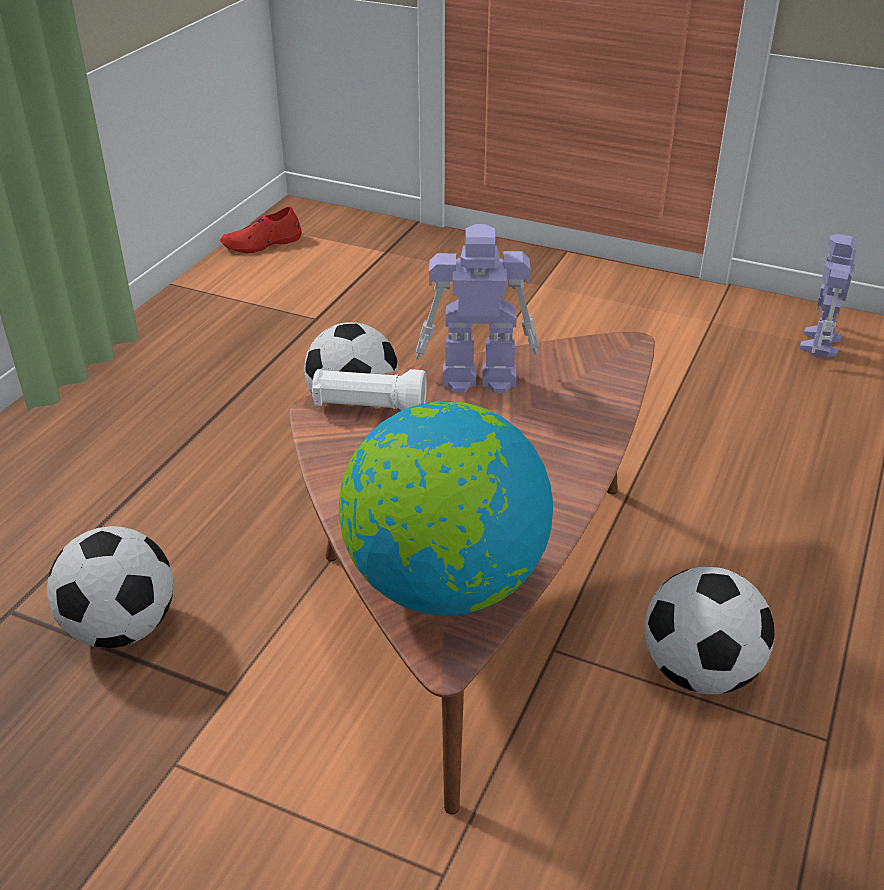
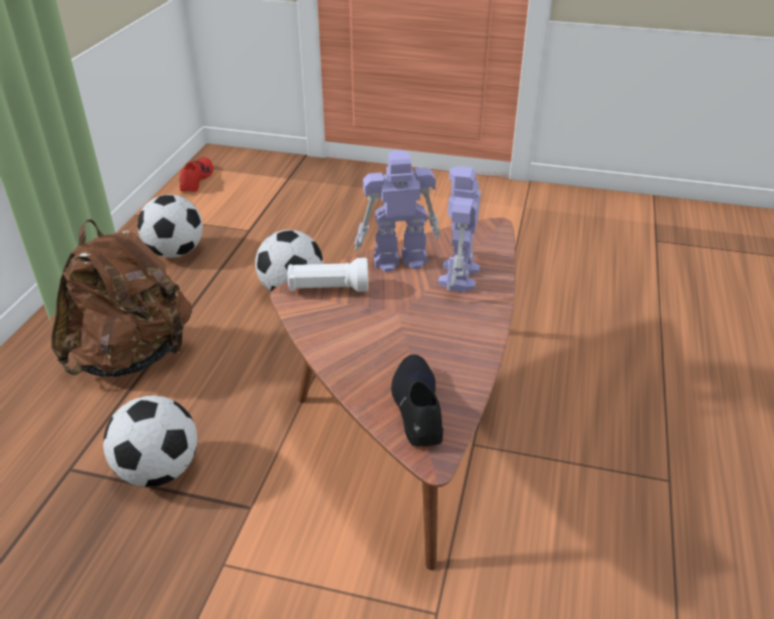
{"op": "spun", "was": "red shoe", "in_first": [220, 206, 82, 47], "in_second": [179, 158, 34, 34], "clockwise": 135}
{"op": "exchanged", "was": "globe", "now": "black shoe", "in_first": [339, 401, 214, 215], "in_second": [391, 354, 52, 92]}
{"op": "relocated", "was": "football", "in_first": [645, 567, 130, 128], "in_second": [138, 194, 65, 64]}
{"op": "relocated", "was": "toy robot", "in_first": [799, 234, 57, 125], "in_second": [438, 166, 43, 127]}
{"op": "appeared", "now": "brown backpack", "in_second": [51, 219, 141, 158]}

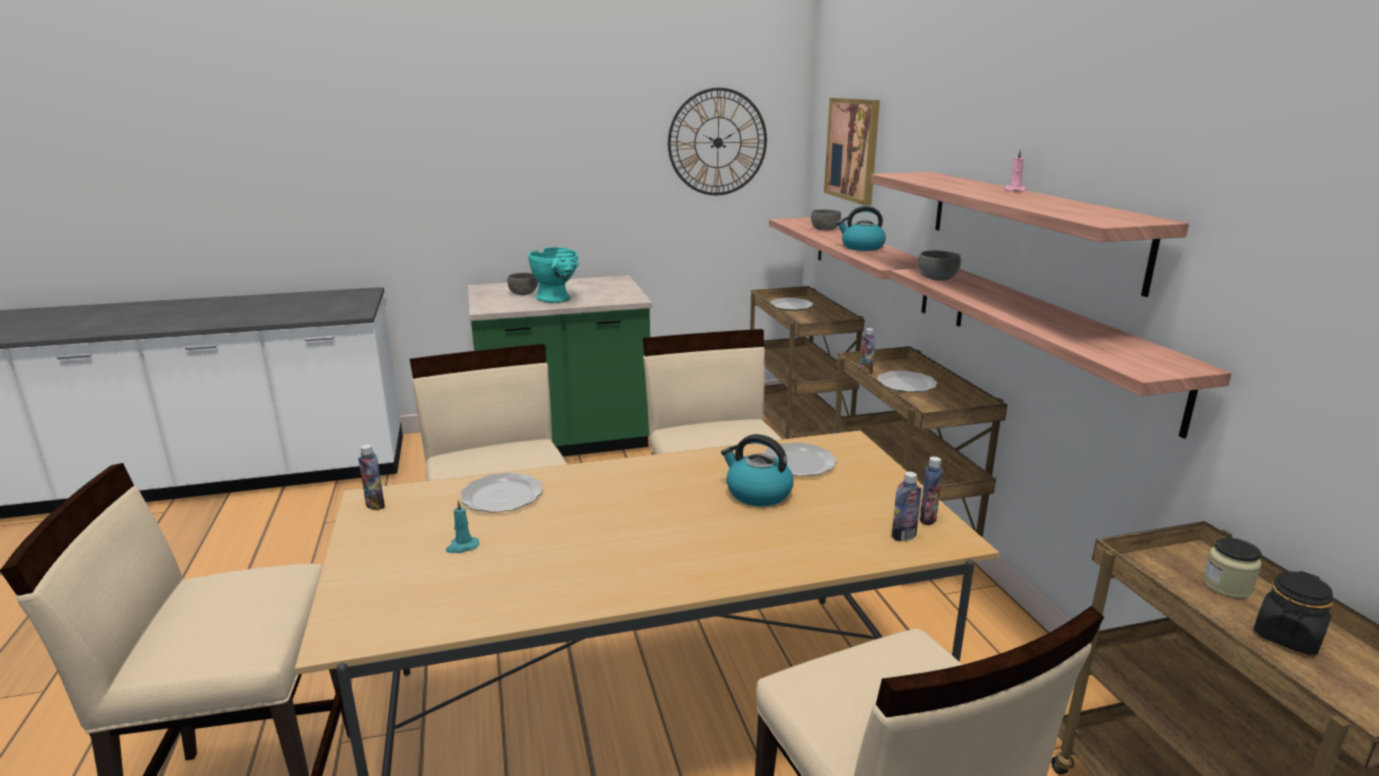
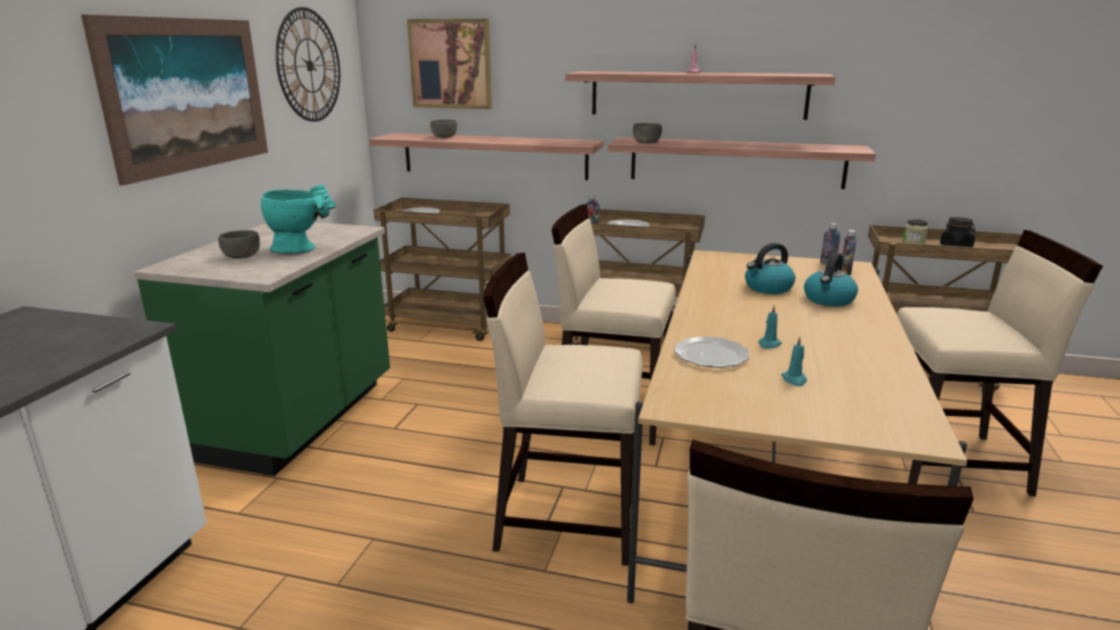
{"op": "missing", "was": "bottle", "in_first": [358, 444, 27, 66]}
{"op": "missing", "was": "plate", "in_first": [764, 442, 73, 34]}
{"op": "relocated", "was": "kettle", "in_first": [836, 206, 50, 45], "in_second": [804, 252, 54, 55]}
{"op": "appeared", "now": "picture", "in_second": [81, 15, 187, 171]}
{"op": "appeared", "now": "turquoise candle", "in_second": [758, 306, 24, 43]}

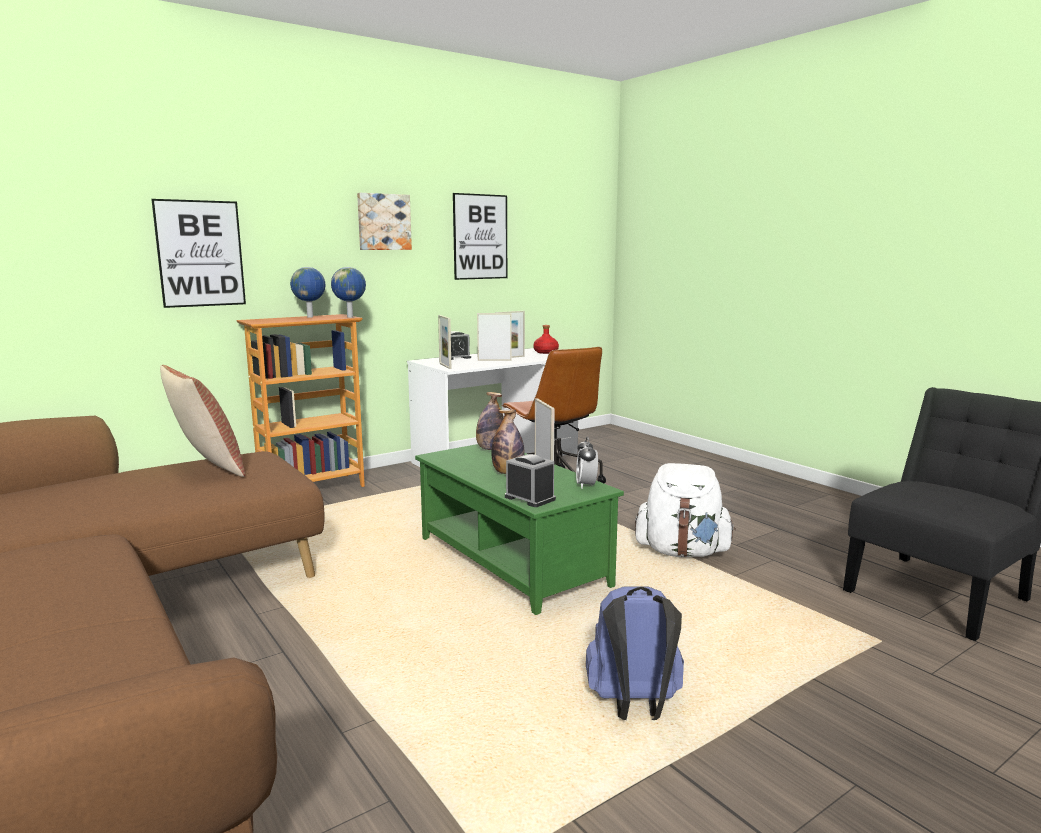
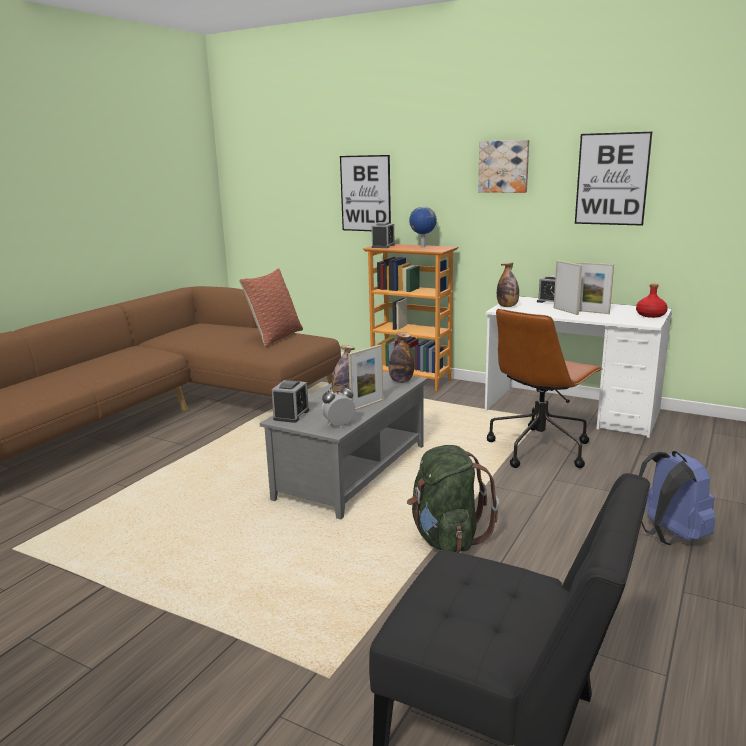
{"op": "missing", "was": "globe", "in_first": [331, 267, 35, 51]}
{"op": "colour", "was": "green coffee table", "now": "grey coffee table", "in_first": [415, 444, 209, 171], "in_second": [260, 372, 167, 147]}
{"op": "exchanged", "was": "picture frame", "now": "bottle", "in_first": [438, 315, 13, 54], "in_second": [497, 263, 22, 44]}
{"op": "relocated", "was": "blue backpack", "in_first": [586, 586, 98, 134], "in_second": [639, 451, 76, 94]}
{"op": "colour", "was": "white backpack", "now": "green backpack", "in_first": [635, 463, 101, 94], "in_second": [407, 445, 92, 107]}
{"op": "appeared", "now": "alarm clock", "in_second": [371, 222, 24, 26]}

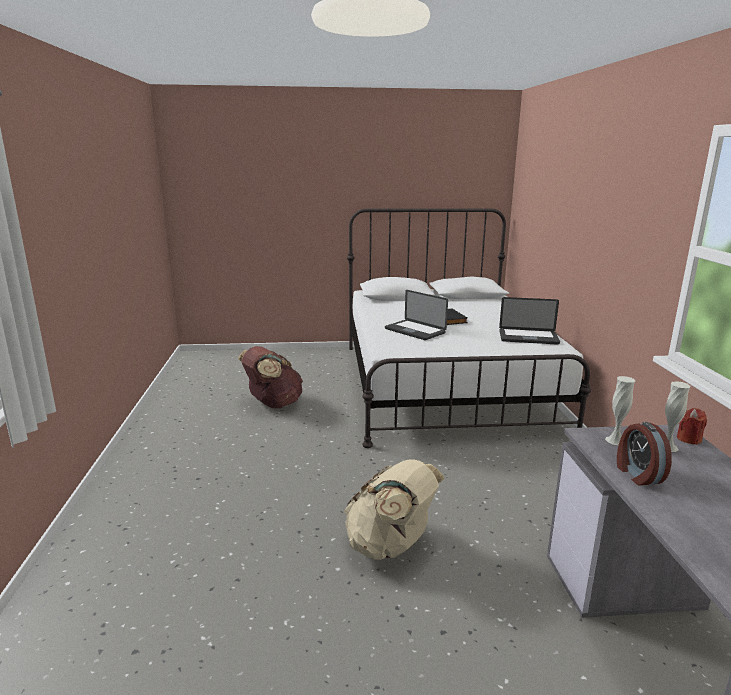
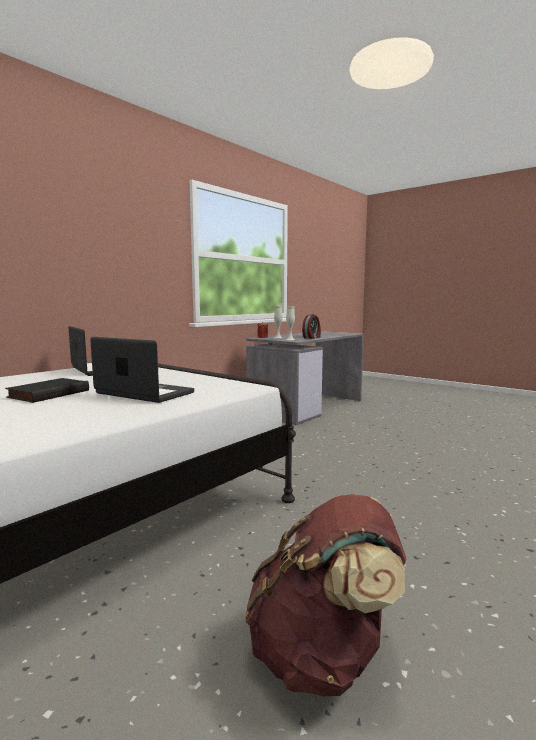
{"op": "missing", "was": "beige backpack", "in_first": [344, 459, 100, 101]}
{"op": "spun", "was": "laptop", "in_first": [385, 290, 63, 50], "in_second": [90, 337, 104, 66], "clockwise": -60}

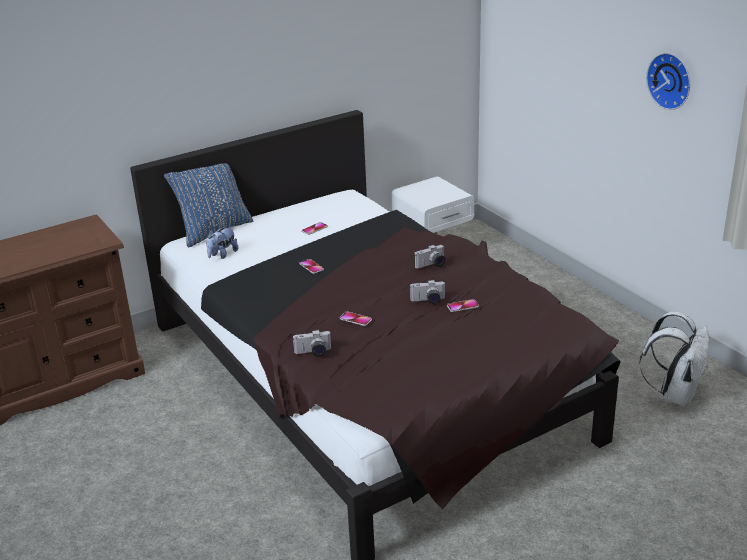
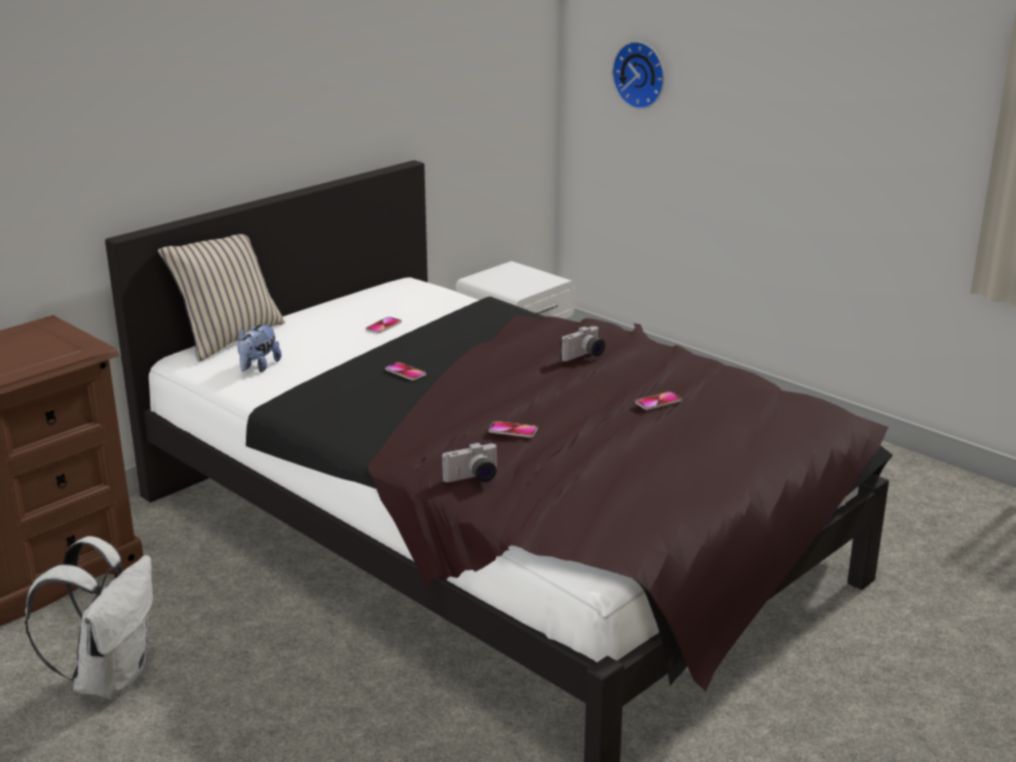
{"op": "colour", "was": "blue pillow", "now": "beige pillow", "in_first": [164, 163, 90, 84], "in_second": [158, 234, 127, 128]}
{"op": "missing", "was": "photo camera", "in_first": [410, 280, 35, 24]}
{"op": "relocated", "was": "white backpack", "in_first": [639, 311, 70, 96], "in_second": [25, 536, 128, 163]}
{"op": "relocated", "was": "wall clock", "in_first": [646, 53, 44, 57], "in_second": [612, 41, 53, 68]}

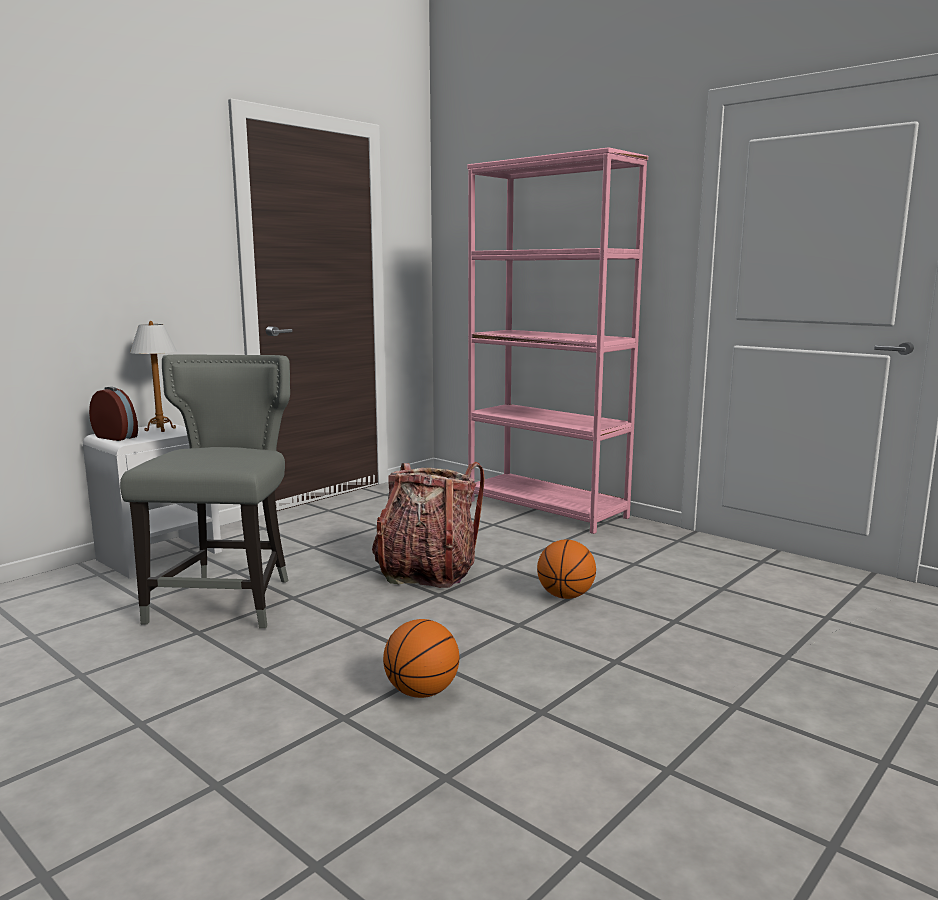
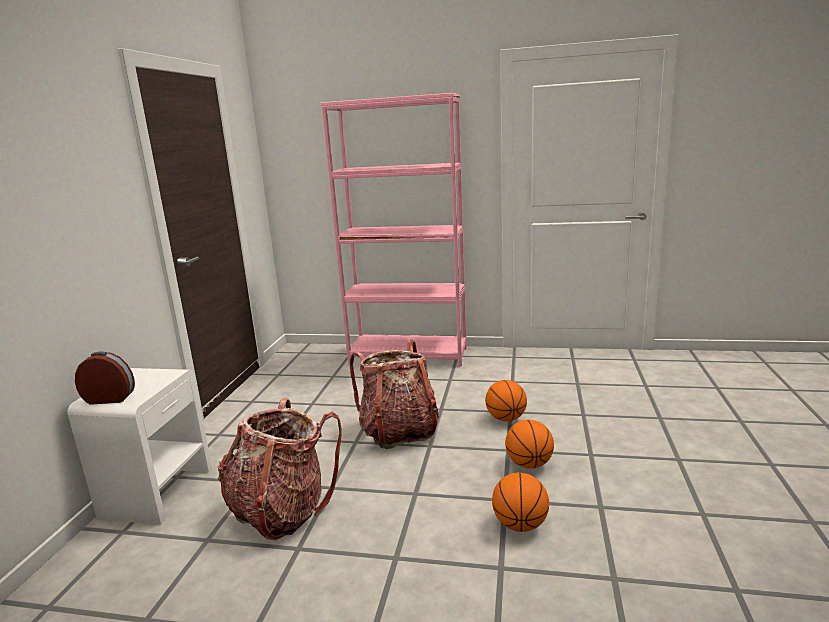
{"op": "exchanged", "was": "grey chair", "now": "backpack", "in_first": [120, 354, 170, 274], "in_second": [218, 398, 124, 143]}
{"op": "missing", "was": "table lamp", "in_first": [130, 321, 47, 111]}
{"op": "appeared", "now": "basketball", "in_second": [505, 420, 49, 49]}

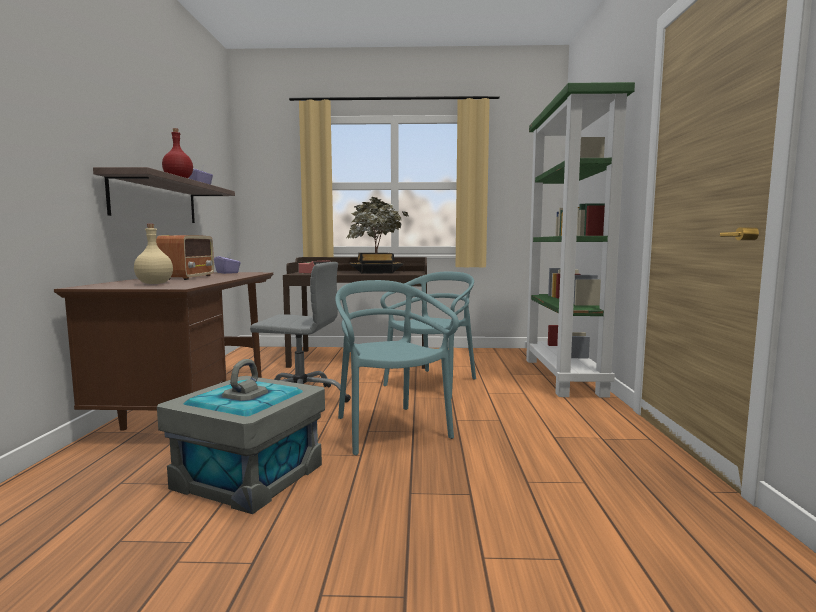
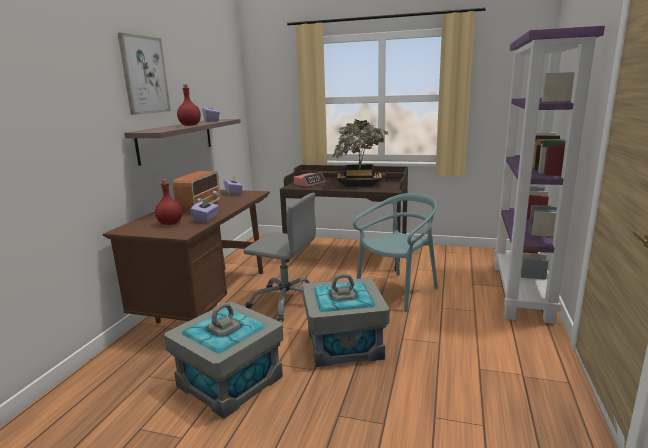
{"op": "colour", "was": "beige bottle", "now": "red bottle", "in_first": [134, 224, 39, 60], "in_second": [155, 180, 28, 45]}
{"op": "exchanged", "was": "turquoise chair", "now": "grey storage box", "in_first": [335, 280, 124, 175], "in_second": [302, 274, 88, 93]}
{"op": "colour", "was": "green bookcase", "now": "purple bookcase", "in_first": [525, 82, 110, 316], "in_second": [494, 25, 111, 299]}
{"op": "appeared", "now": "picture", "in_second": [118, 33, 53, 82]}
{"op": "appeared", "now": "purple tissue box", "in_second": [190, 197, 29, 25]}

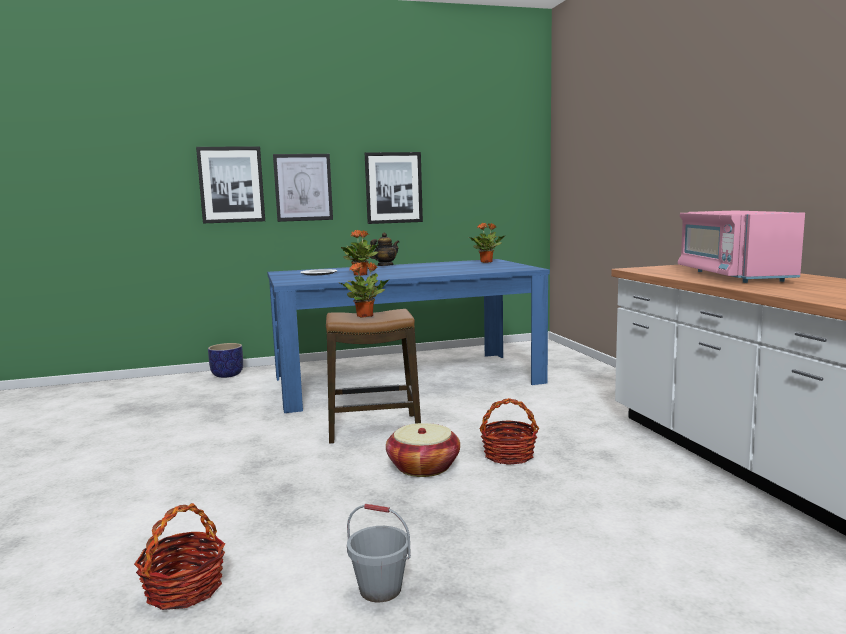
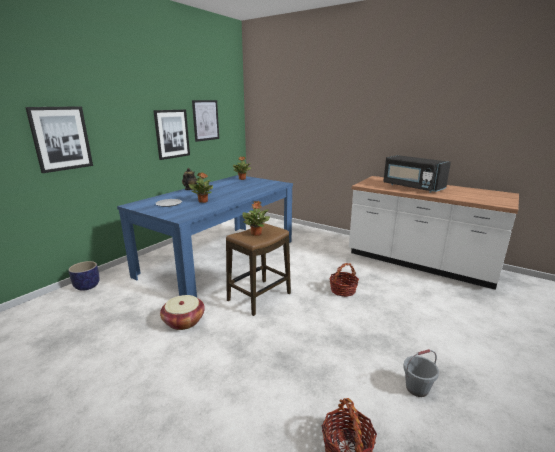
{"op": "relocated", "was": "picture", "in_first": [273, 154, 60, 68], "in_second": [192, 100, 27, 42]}
{"op": "relocated", "was": "basket", "in_first": [386, 423, 74, 54], "in_second": [160, 295, 45, 35]}
{"op": "colour", "was": "pink microwave", "now": "black microwave", "in_first": [678, 211, 127, 72], "in_second": [383, 155, 68, 38]}

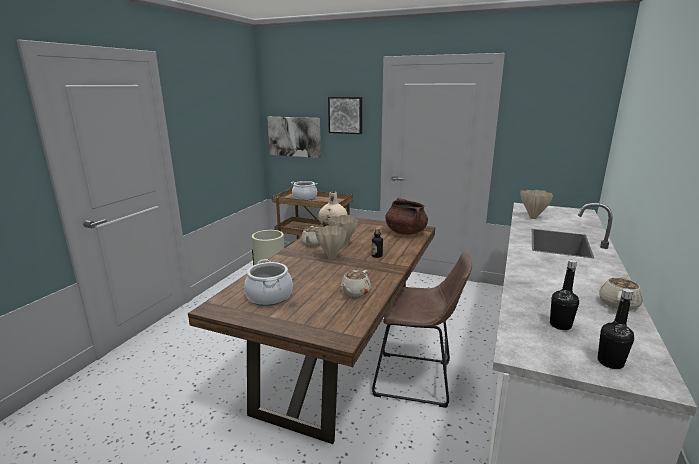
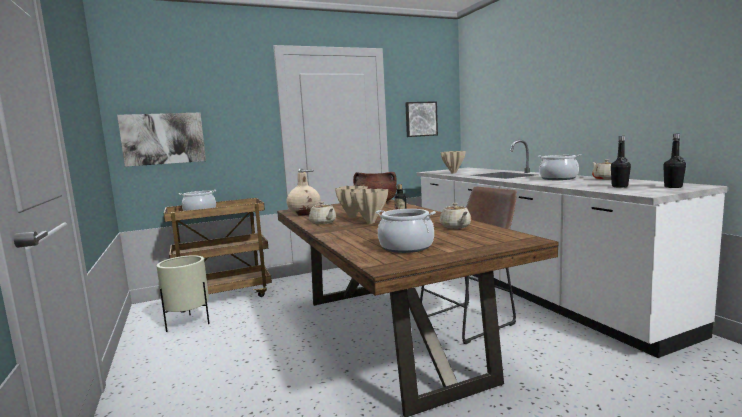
{"op": "relocated", "was": "picture", "in_first": [328, 97, 34, 37], "in_second": [405, 101, 33, 36]}
{"op": "appeared", "now": "cooking pot", "in_second": [538, 154, 43, 26]}

